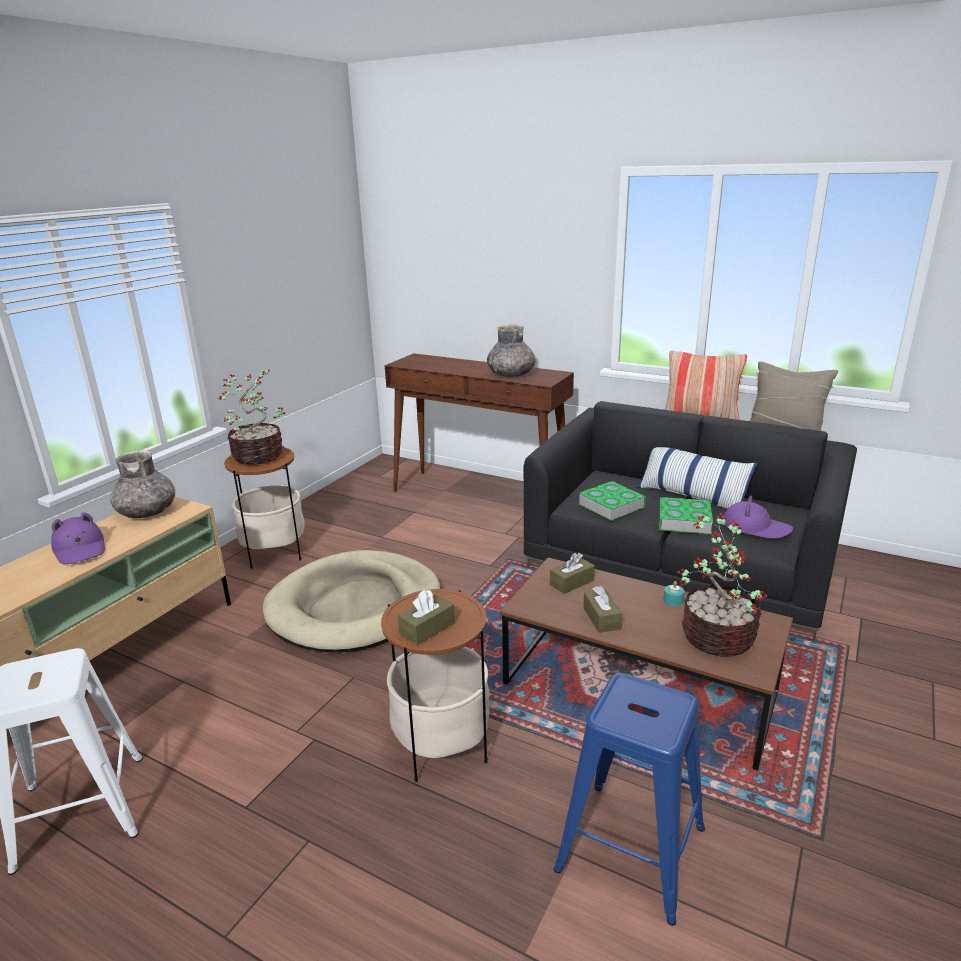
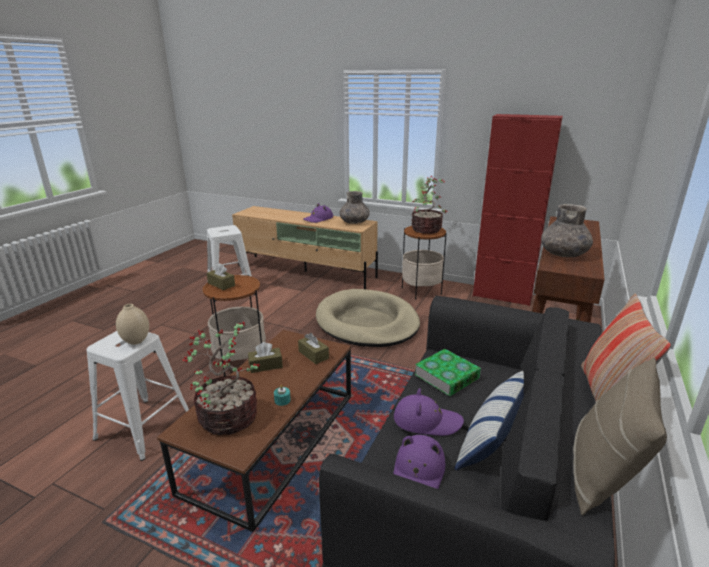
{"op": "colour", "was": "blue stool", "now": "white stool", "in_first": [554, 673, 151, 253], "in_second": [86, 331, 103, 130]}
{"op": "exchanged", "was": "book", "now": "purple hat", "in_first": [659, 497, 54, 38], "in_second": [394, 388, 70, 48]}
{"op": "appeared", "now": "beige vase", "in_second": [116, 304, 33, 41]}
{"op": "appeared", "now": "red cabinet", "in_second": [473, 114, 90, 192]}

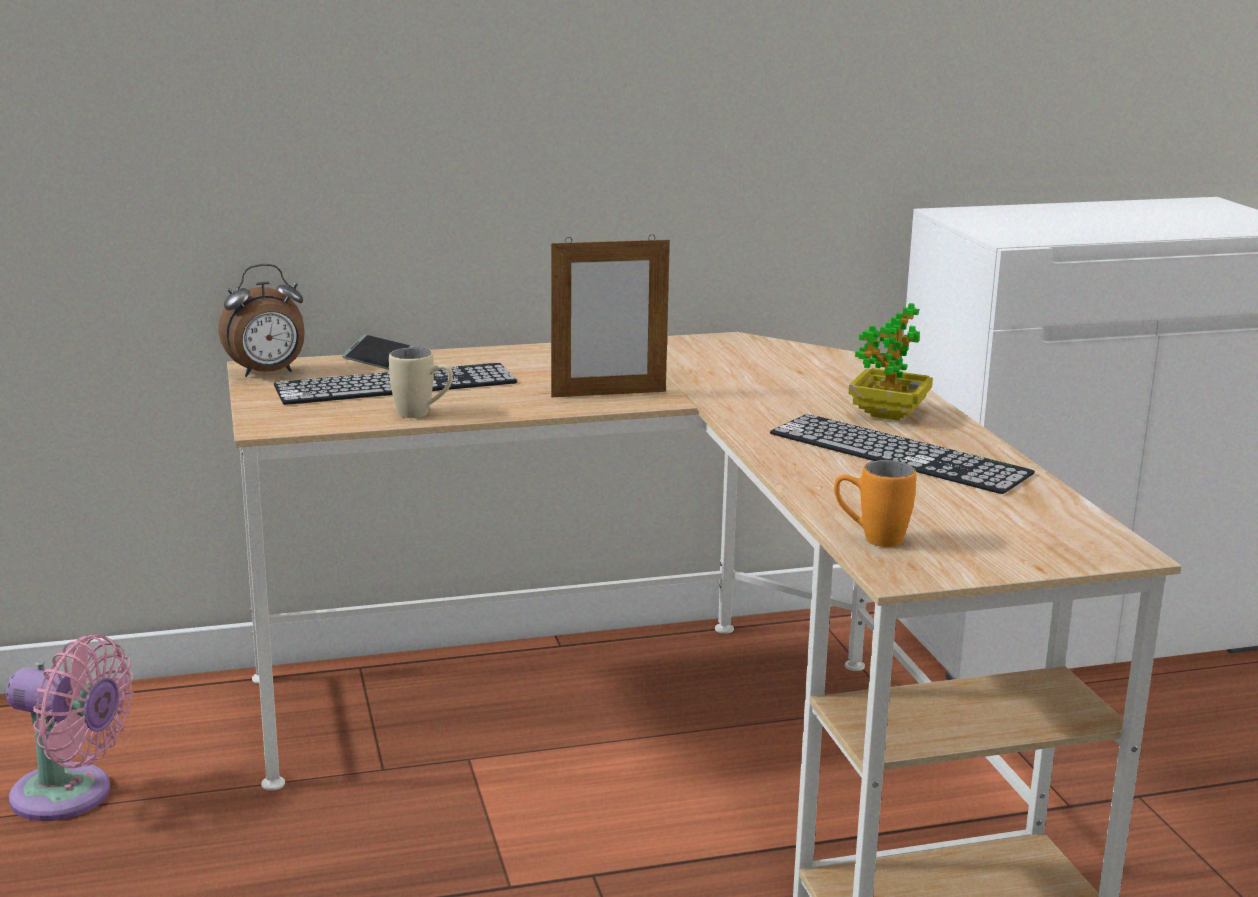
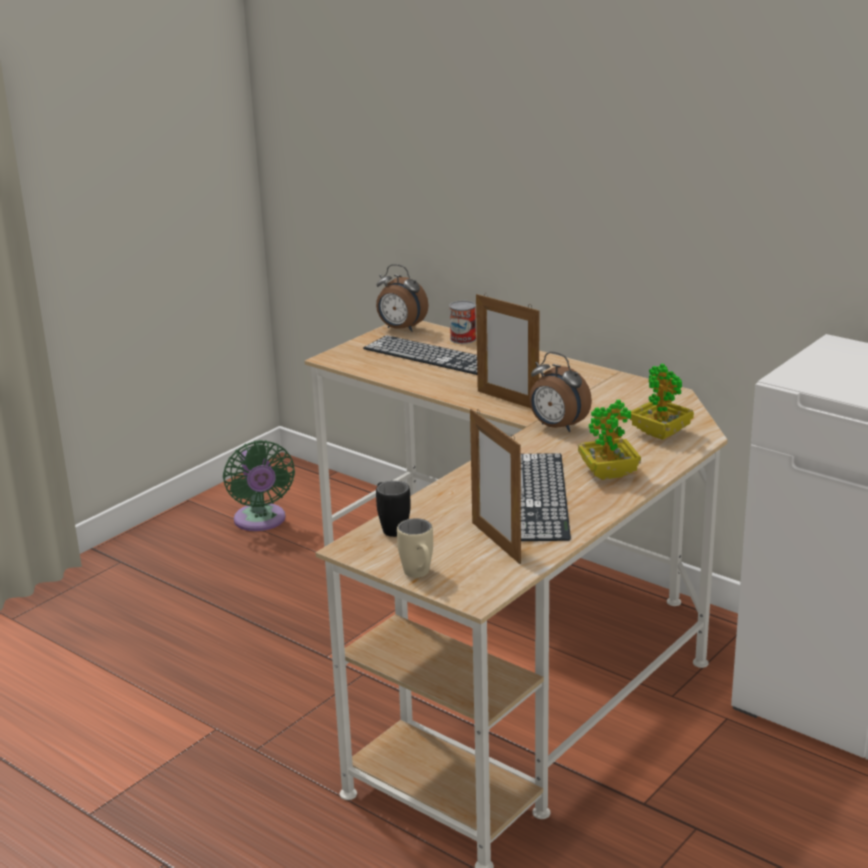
{"op": "colour", "was": "pink fan", "now": "green fan", "in_first": [6, 635, 128, 186], "in_second": [223, 440, 72, 91]}
{"op": "exchanged", "was": "phone", "now": "can", "in_first": [342, 334, 73, 36], "in_second": [449, 301, 27, 43]}
{"op": "relocated", "was": "beige mug", "in_first": [389, 347, 64, 71], "in_second": [397, 518, 36, 60]}
{"op": "colour", "was": "orange mug", "now": "black mug", "in_first": [834, 460, 83, 87], "in_second": [376, 481, 35, 56]}
{"op": "appeared", "now": "picture frame", "in_second": [470, 409, 51, 155]}
{"op": "appeared", "now": "alarm clock", "in_second": [529, 352, 63, 80]}
{"op": "appeared", "now": "potted plant", "in_second": [630, 364, 64, 76]}

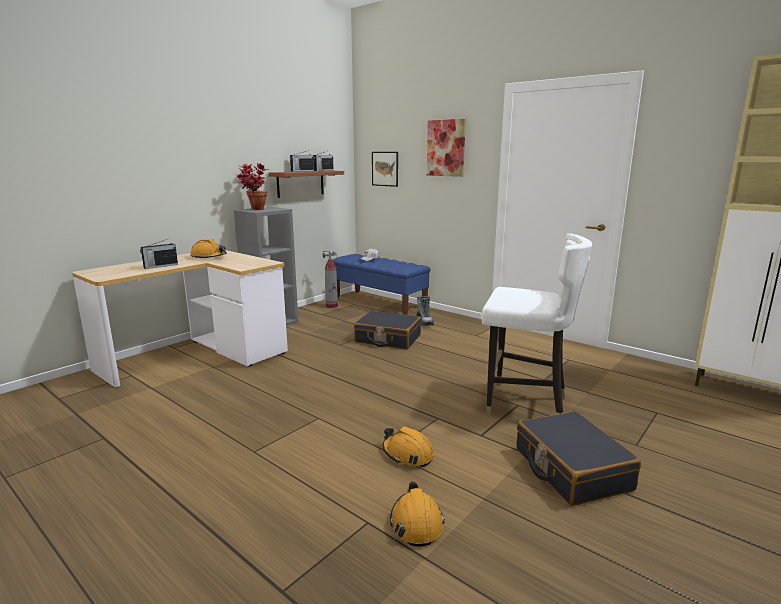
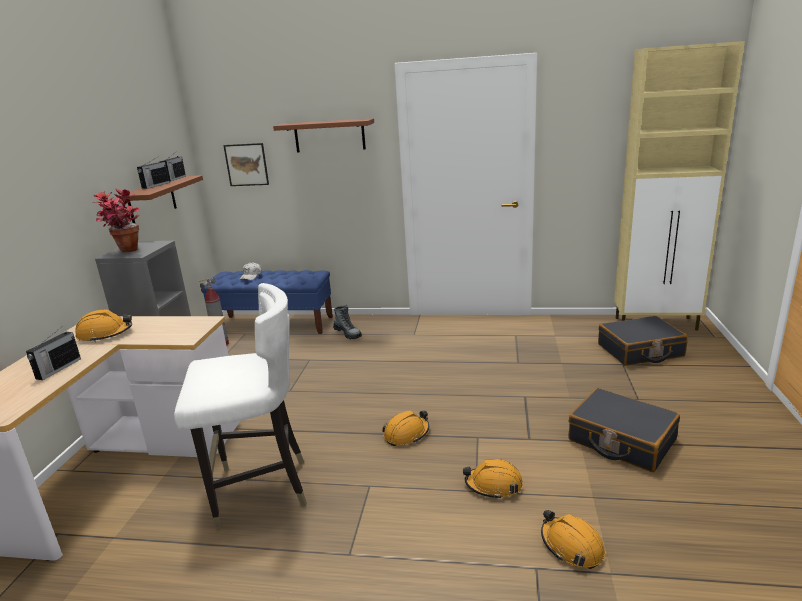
{"op": "relocated", "was": "black suitcase", "in_first": [354, 311, 67, 39], "in_second": [598, 316, 90, 50]}
{"op": "exchanged", "was": "picture", "now": "brown shelf", "in_first": [427, 119, 39, 58], "in_second": [273, 118, 101, 35]}
{"op": "relocated", "was": "white chair", "in_first": [482, 233, 110, 185], "in_second": [174, 283, 133, 247]}
{"op": "appeared", "now": "orange hard hat", "in_second": [382, 410, 47, 36]}

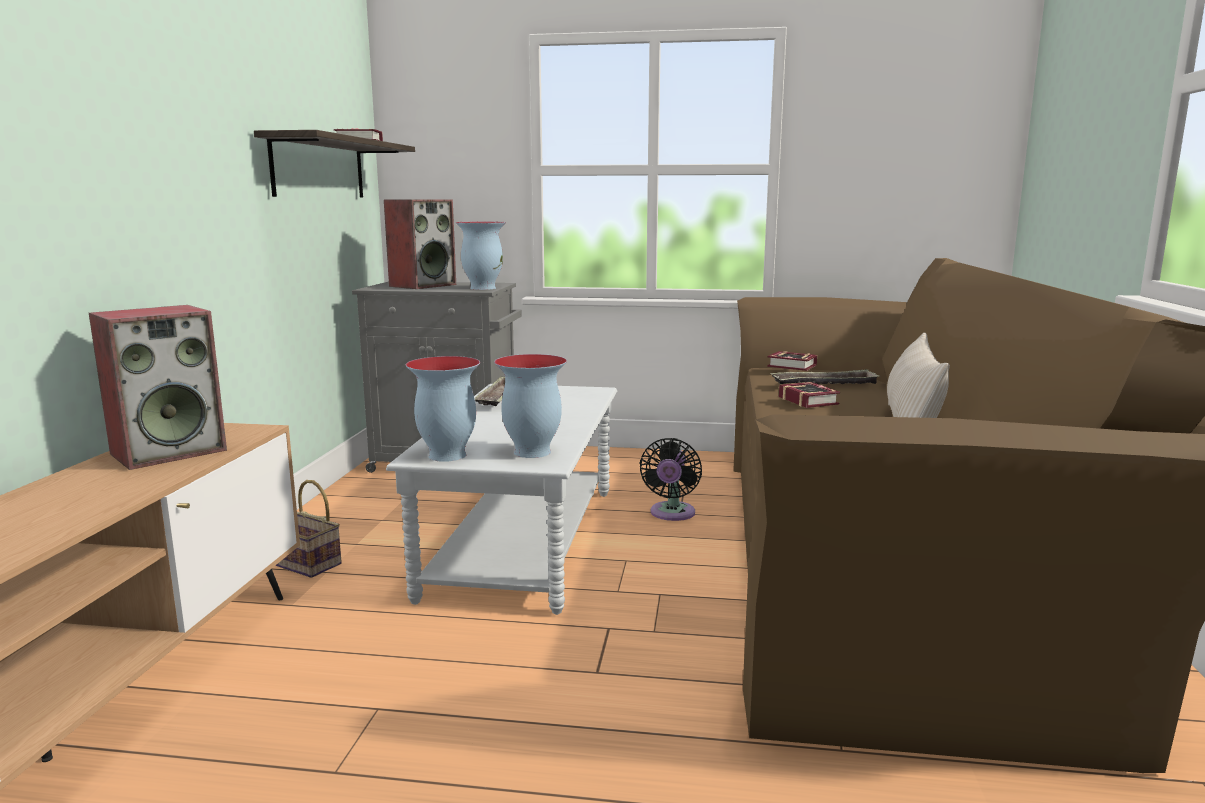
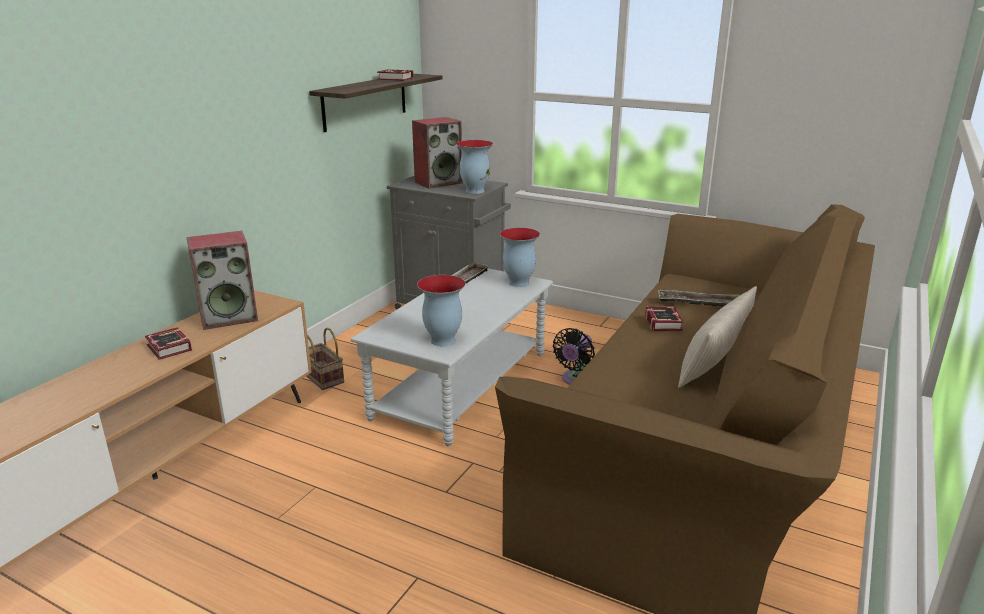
{"op": "relocated", "was": "vase", "in_first": [406, 356, 74, 106], "in_second": [500, 228, 40, 59]}
{"op": "relocated", "was": "book", "in_first": [767, 351, 50, 20], "in_second": [145, 328, 47, 32]}

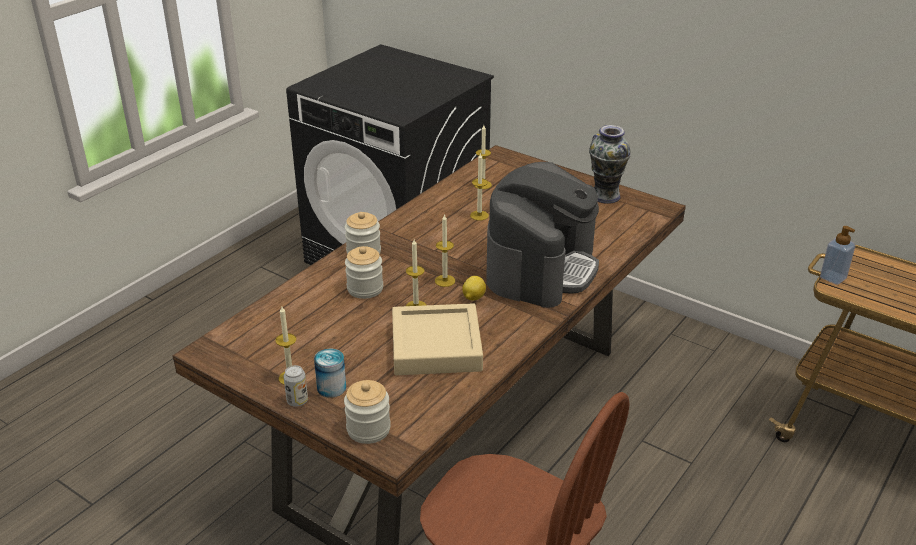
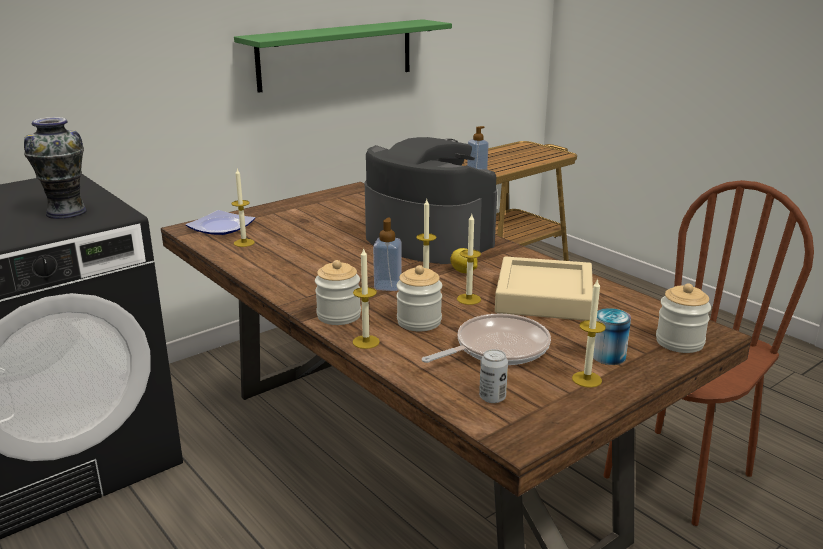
{"op": "relocated", "was": "can", "in_first": [283, 365, 25, 42], "in_second": [479, 349, 29, 54]}
{"op": "relocated", "was": "candle", "in_first": [470, 153, 19, 67], "in_second": [353, 249, 27, 100]}
{"op": "relocated", "was": "vase", "in_first": [589, 125, 42, 79], "in_second": [24, 117, 63, 102]}
{"op": "appeared", "now": "plate", "in_second": [186, 210, 69, 25]}
{"op": "appeared", "now": "green shelf", "in_second": [234, 19, 218, 74]}
{"op": "appeared", "now": "soap dispenser", "in_second": [373, 218, 29, 73]}
{"op": "appeared", "now": "frying pan", "in_second": [422, 314, 129, 51]}

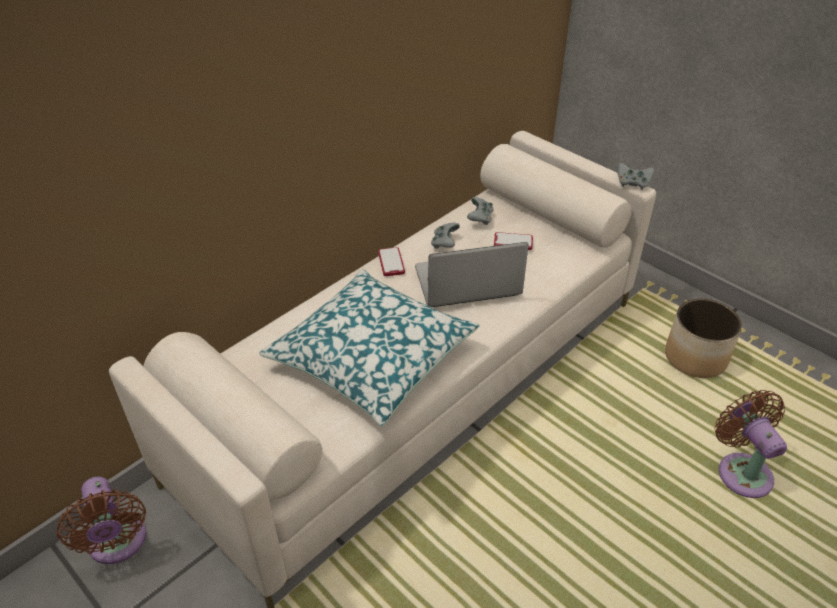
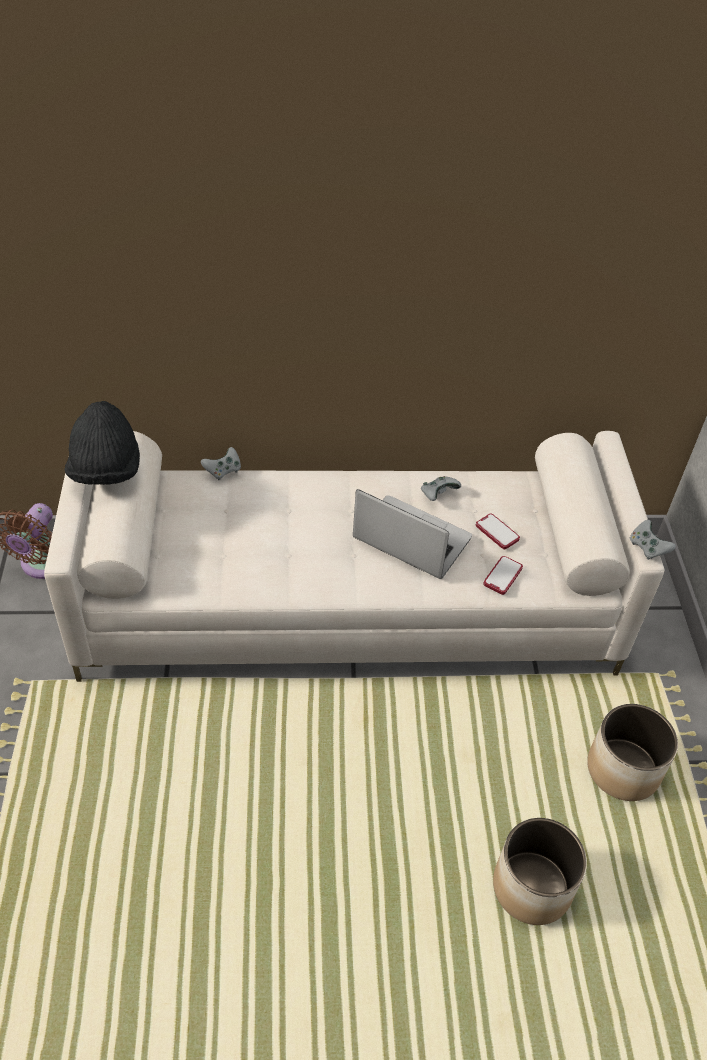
{"op": "missing", "was": "pillow", "in_first": [259, 269, 221, 157]}
{"op": "relocated", "was": "phone", "in_first": [378, 247, 27, 29], "in_second": [483, 556, 40, 39]}
{"op": "relocated", "was": "grey game controller", "in_first": [467, 197, 27, 28], "in_second": [201, 447, 40, 33]}
{"op": "exchanged", "was": "brown fan", "now": "planter", "in_first": [715, 390, 72, 108], "in_second": [493, 818, 94, 107]}
{"op": "appeared", "now": "black hat", "in_second": [65, 401, 75, 84]}

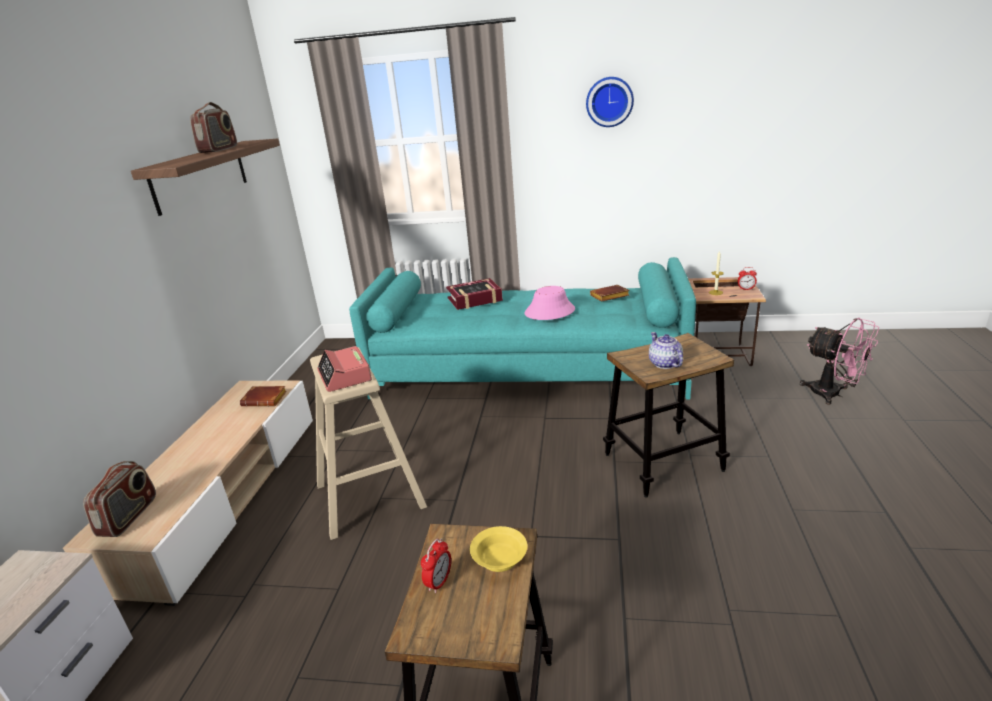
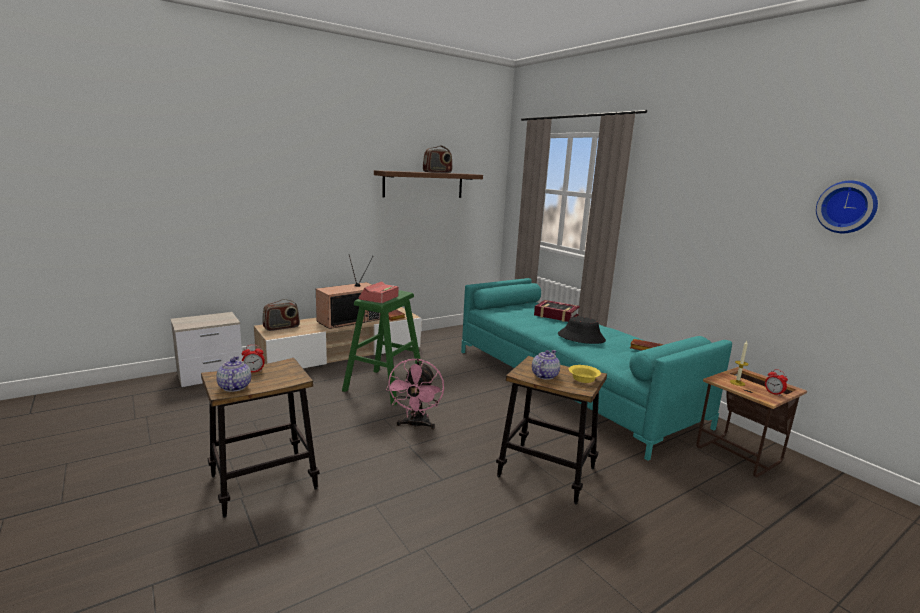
{"op": "colour", "was": "beige stool", "now": "green stool", "in_first": [310, 347, 117, 193], "in_second": [342, 290, 79, 116]}
{"op": "relocated", "was": "yellow bowl", "in_first": [470, 526, 57, 46], "in_second": [569, 365, 32, 18]}
{"op": "colour", "was": "pink hat", "now": "black hat", "in_first": [525, 286, 50, 34], "in_second": [558, 316, 48, 28]}
{"op": "relocated", "was": "wall clock", "in_first": [586, 77, 48, 50], "in_second": [816, 181, 62, 52]}
{"op": "relocated", "was": "pink fan", "in_first": [800, 318, 79, 87], "in_second": [386, 358, 58, 71]}
{"op": "appeared", "now": "teapot", "in_second": [216, 356, 35, 36]}
{"op": "appeared", "now": "television", "in_second": [316, 254, 64, 75]}

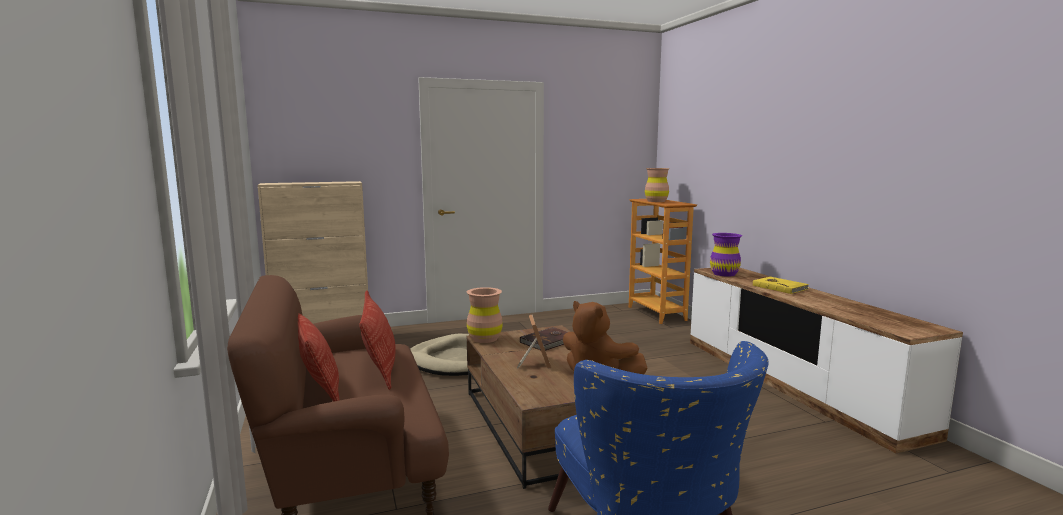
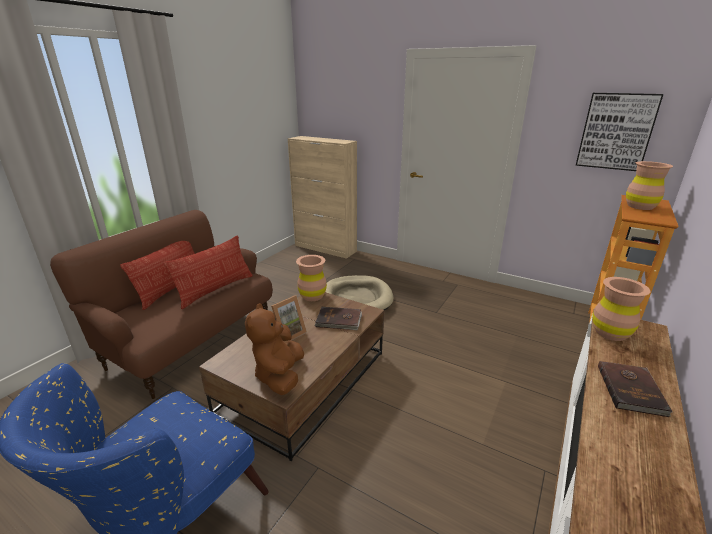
{"op": "colour", "was": "purple vase", "now": "brown vase", "in_first": [710, 233, 32, 44], "in_second": [593, 277, 58, 64]}
{"op": "colour", "was": "yellow book", "now": "brown book", "in_first": [753, 277, 56, 17], "in_second": [598, 361, 75, 56]}
{"op": "appeared", "now": "picture", "in_second": [576, 93, 88, 78]}

